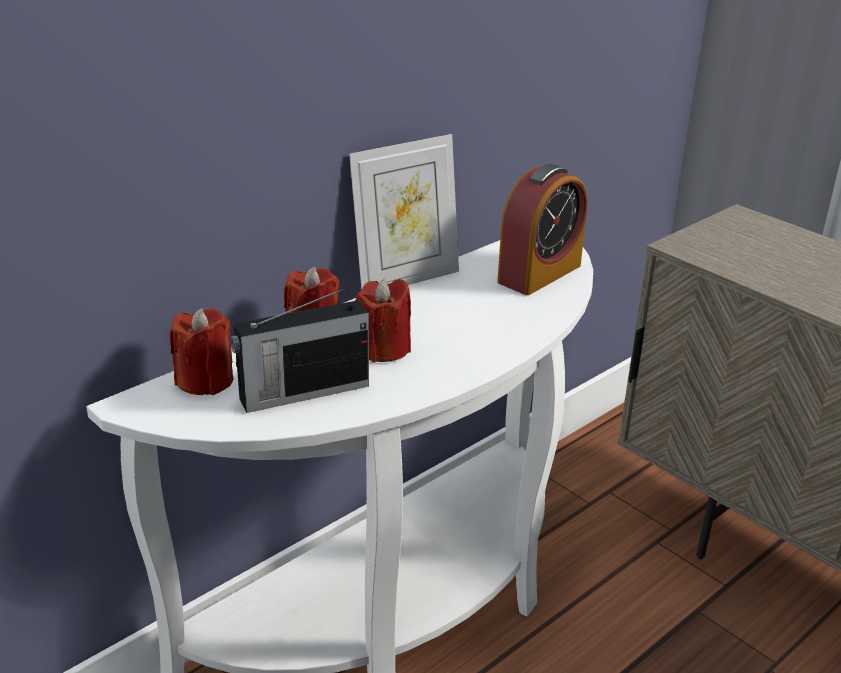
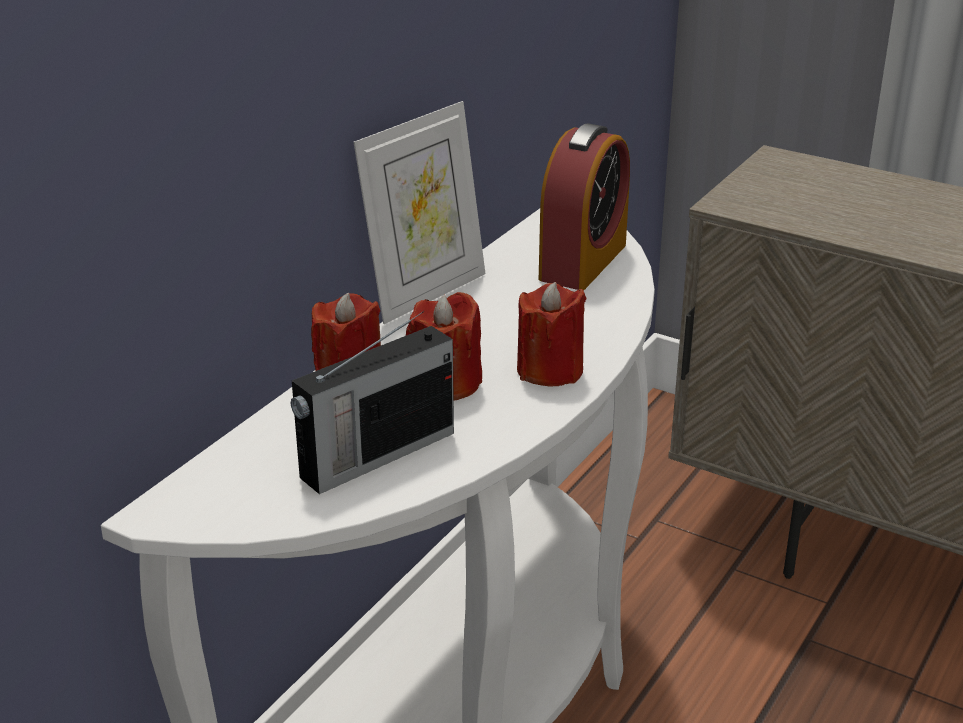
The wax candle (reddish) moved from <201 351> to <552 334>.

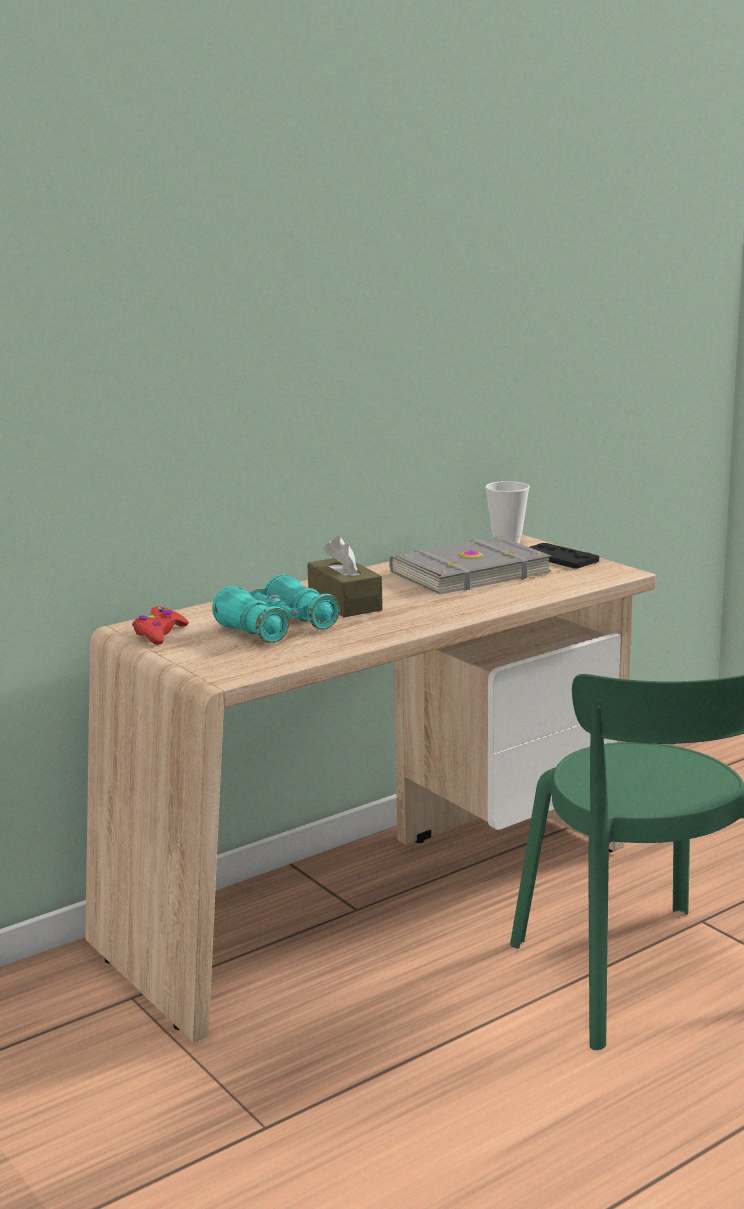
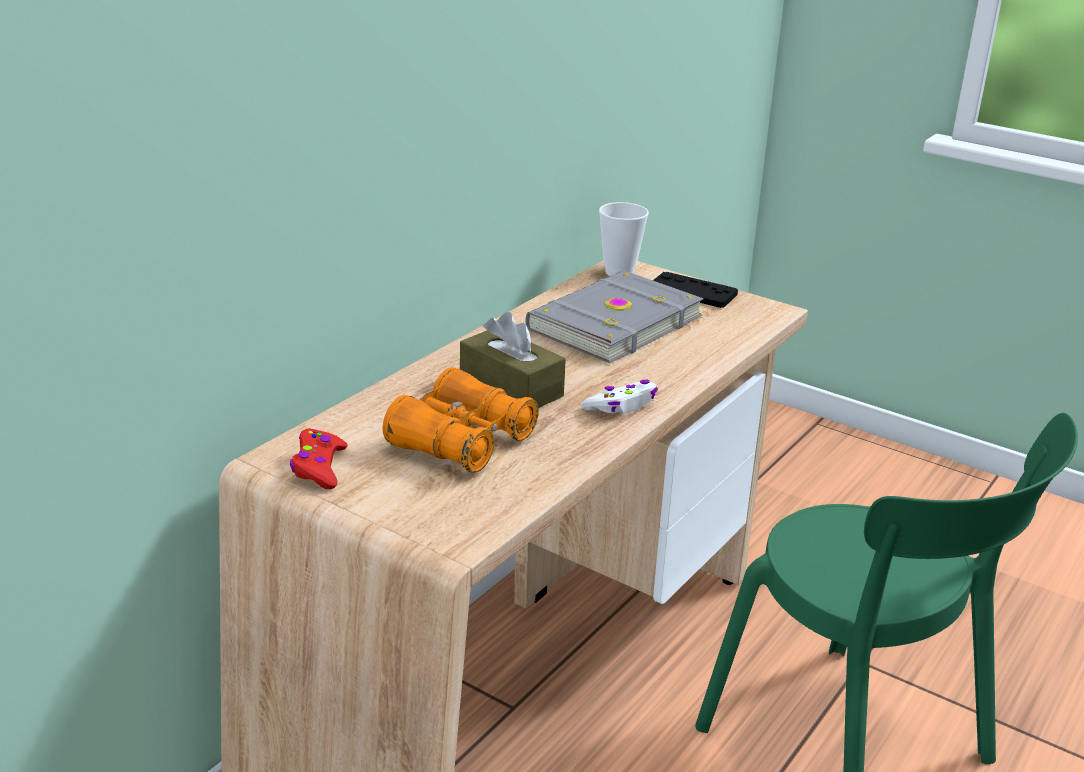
The pair of binoculars (turquoise) at <276 608> became the pair of binoculars (orange) at <461 420>.
The game controller (whitish) at <619 396> appeared.

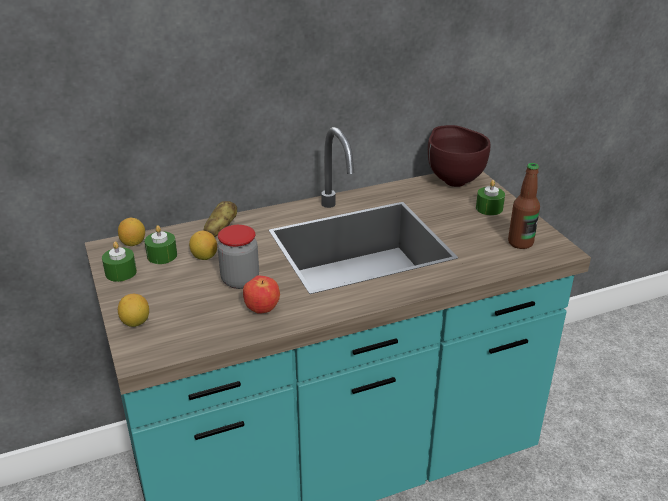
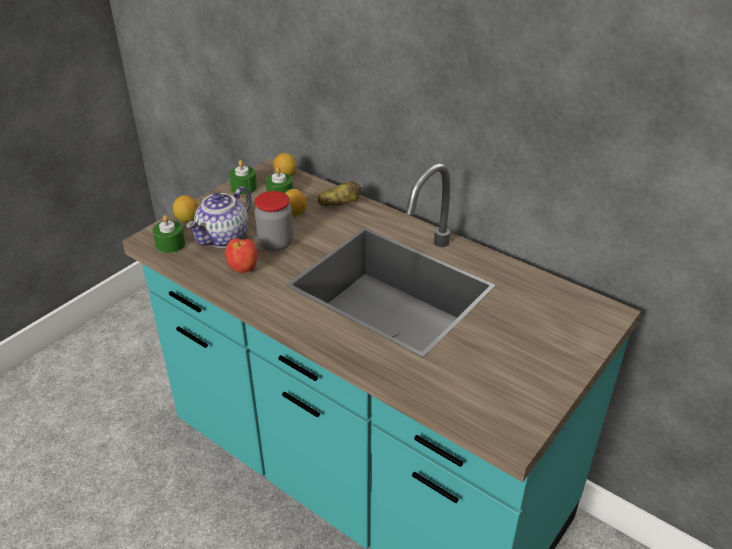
The deep dish (brown-coloured) at <459 156> disappeared.
The beverage bottle at <524 206> disappeared.
The wax candle (green) moved from <490 198> to <168 234>.
The teapot at <218 217> appeared.

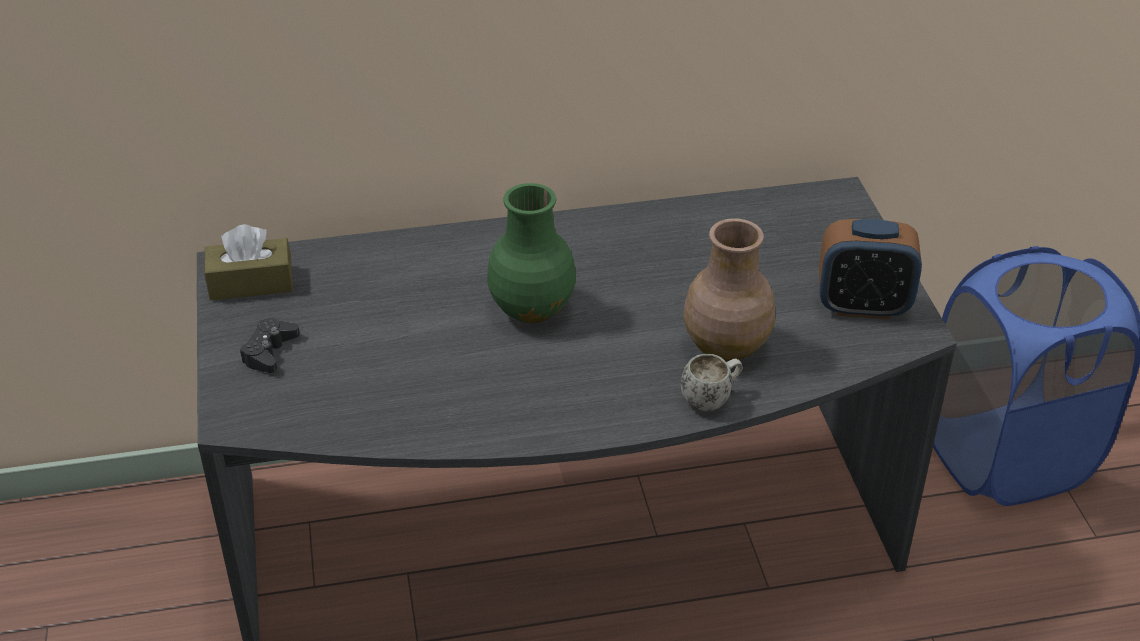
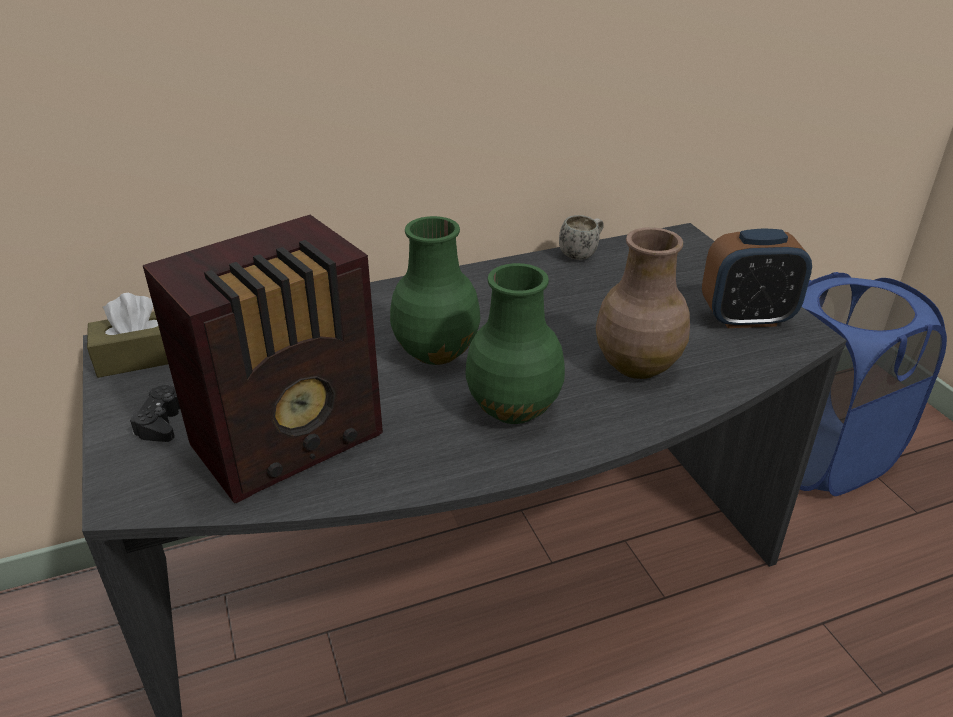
The coffee mug (whitish) moved from <712 382> to <581 237>.
The radio receiver at <263 359> appeared.
The flower vase (green) at <515 343> appeared.

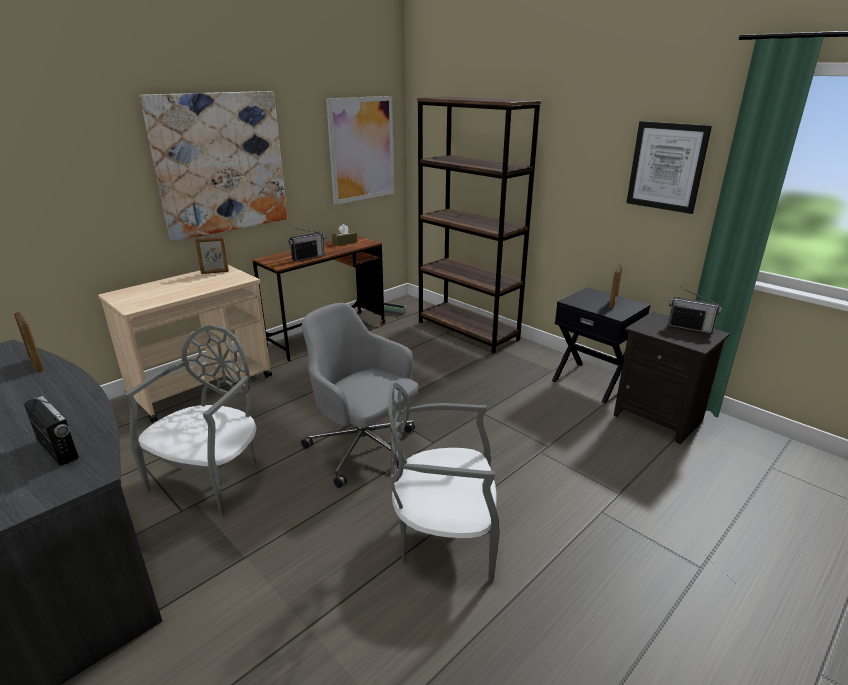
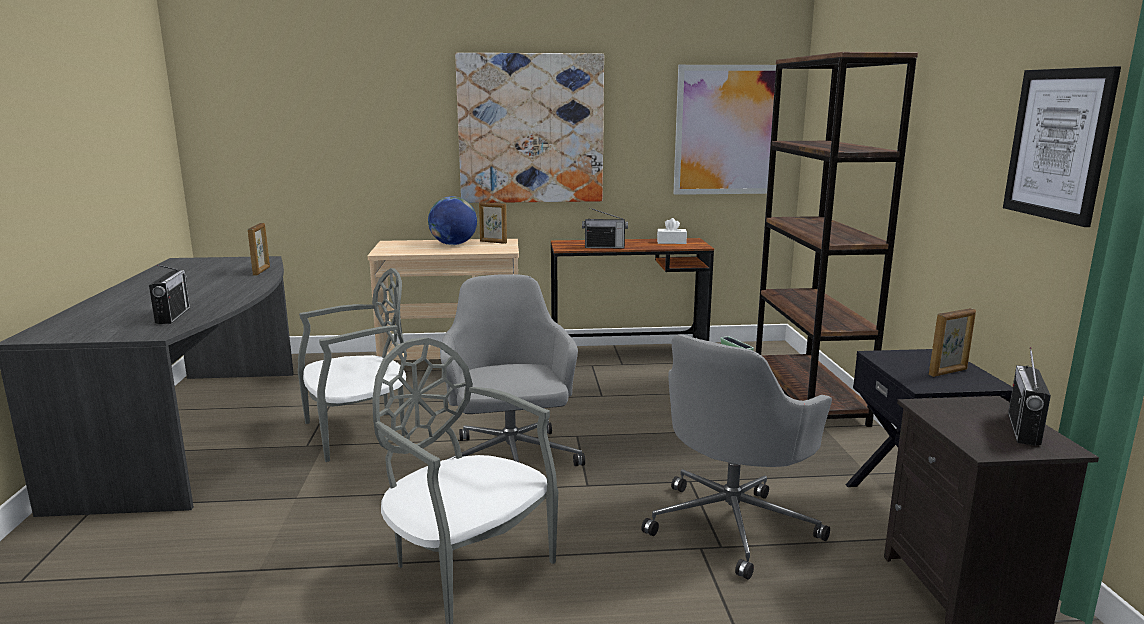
The tissue holder (brown-coloured) at <344 235> became the tissue holder (whitish) at <672 231>.
The radio receiver at <695 310> turned 45 degrees clockwise.
The desk globe at <452 220> appeared.
The office chair (grey) at <736 457> appeared.

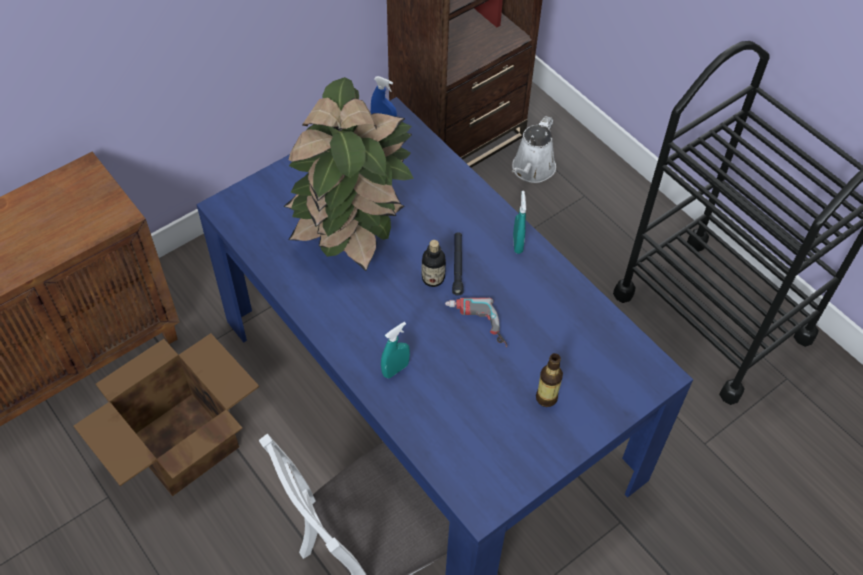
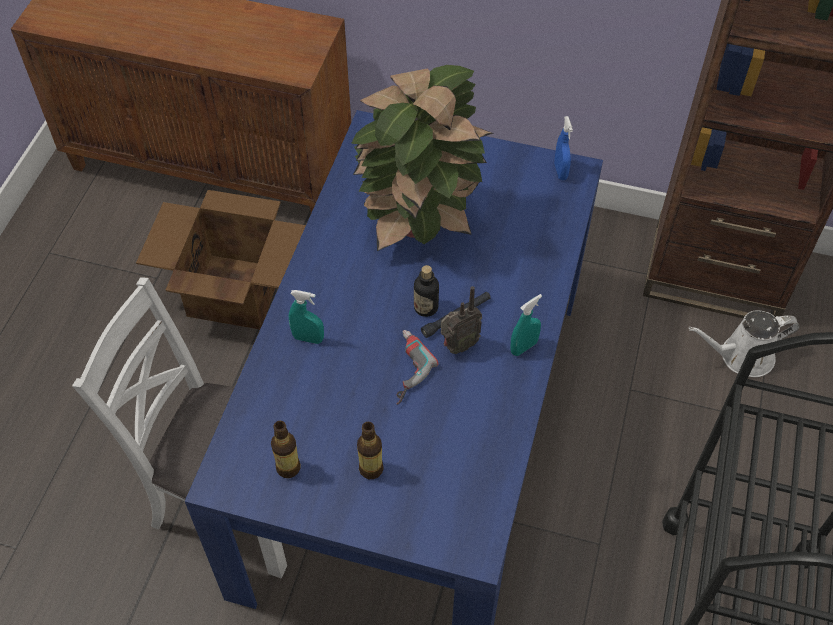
The radio receiver at <461 320> appeared.
The beverage bottle at <285 449> appeared.

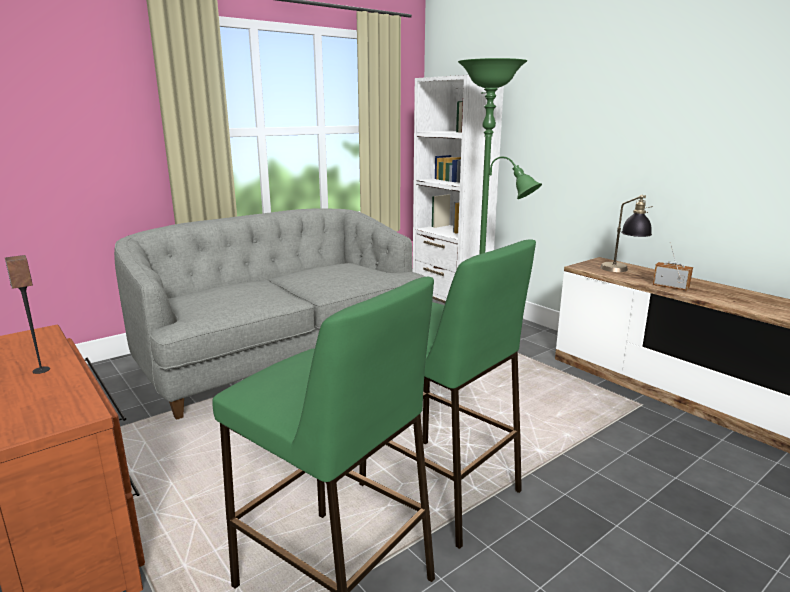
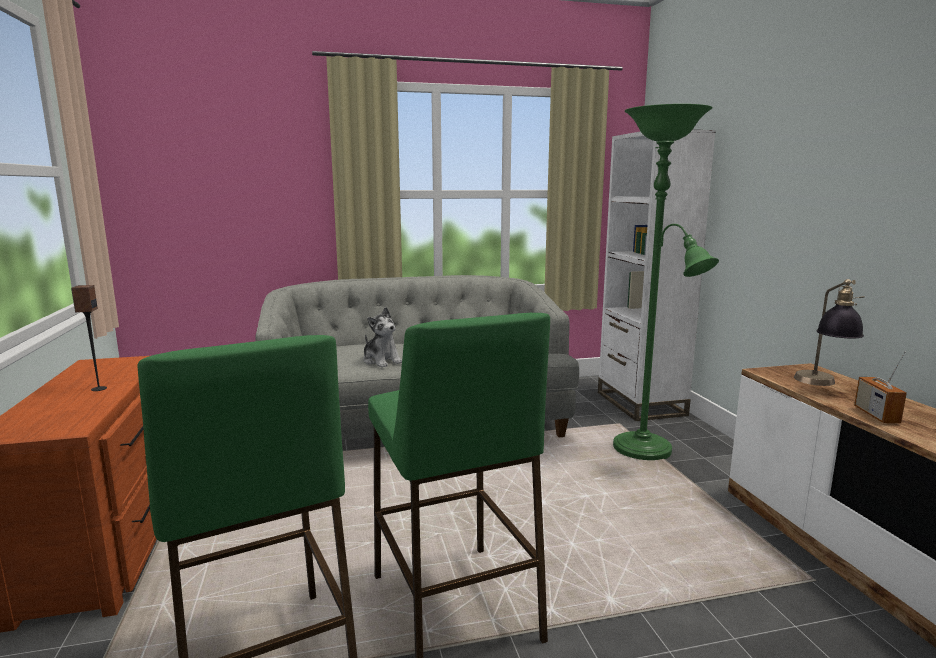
The radio receiver at <673 266> turned 150 degrees counterclockwise.
The cuddly toy at <382 337> appeared.

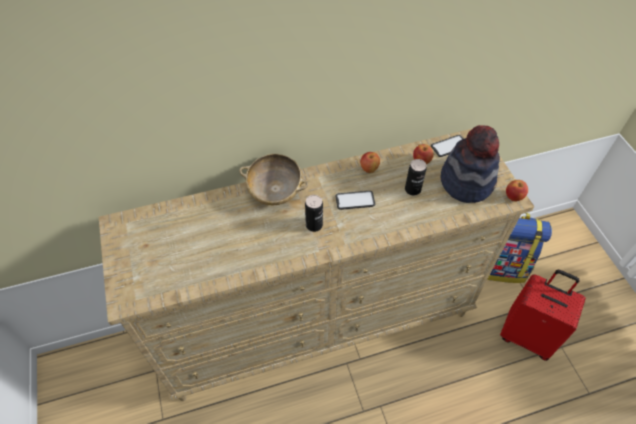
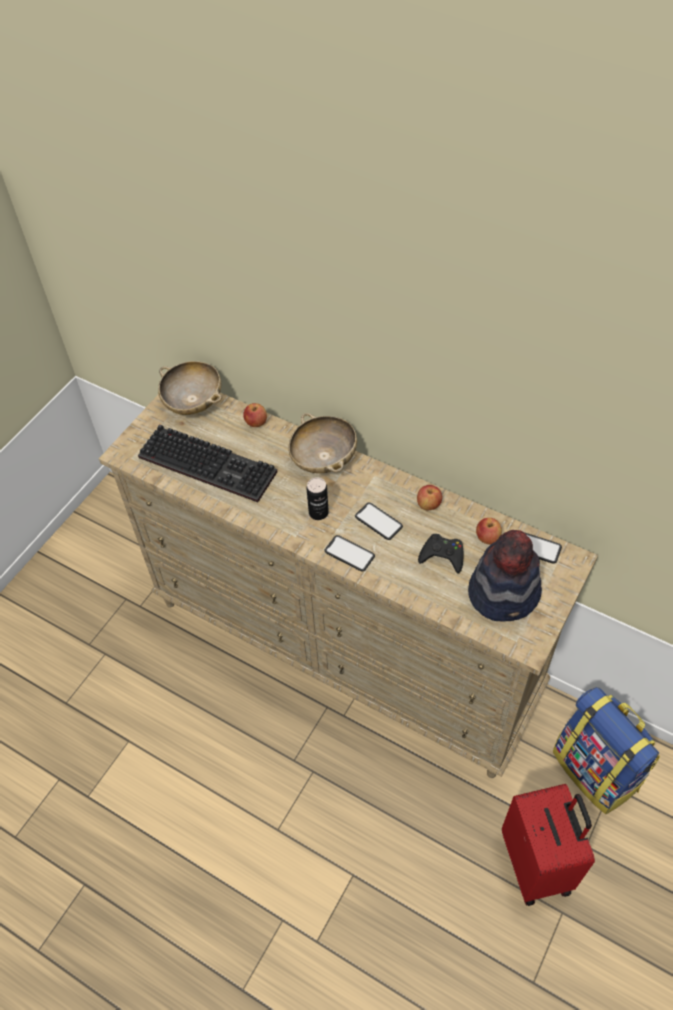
The sealed can at <416 177> was replaced by the game controller (black-coloured) at <441 554>.
The apple fruit moved from <517 190> to <255 415>.
The deep dish (beige) at <190 388> appeared.
The PC keyboard at <207 463> appeared.
The handset at <350 553> appeared.

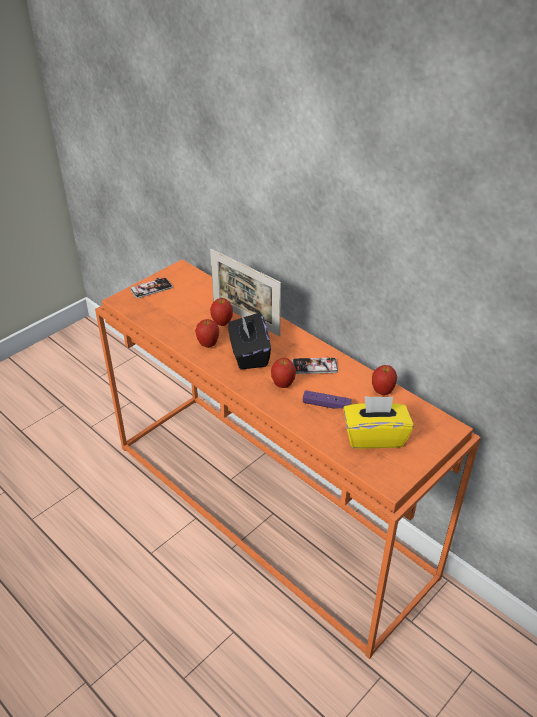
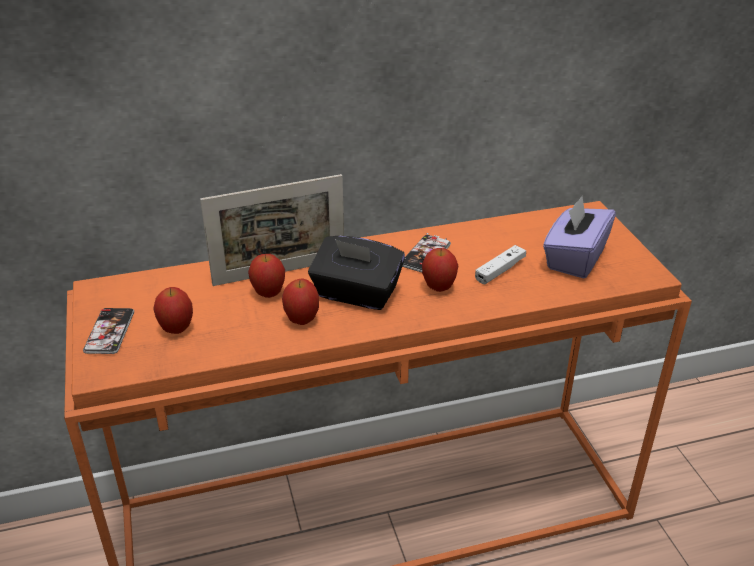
The apple fruit moved from <384 380> to <173 310>.
The game controller (purple-coloured) at <327 399> became the game controller (whitish) at <500 264>.
The tissue holder (yellow-coloured) at <378 422> became the tissue holder (purple-coloured) at <579 237>.

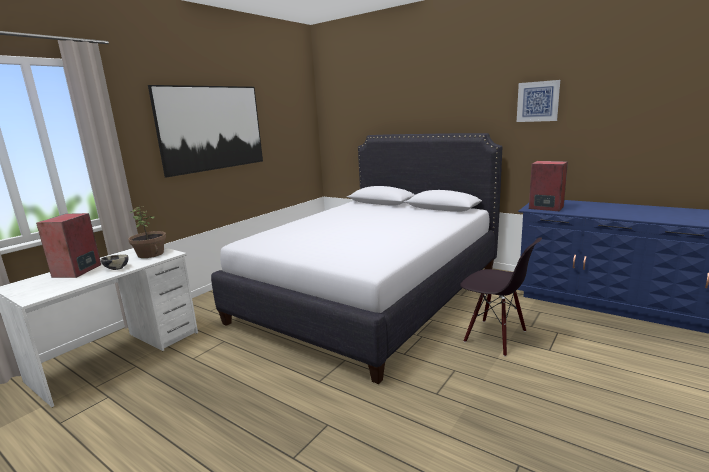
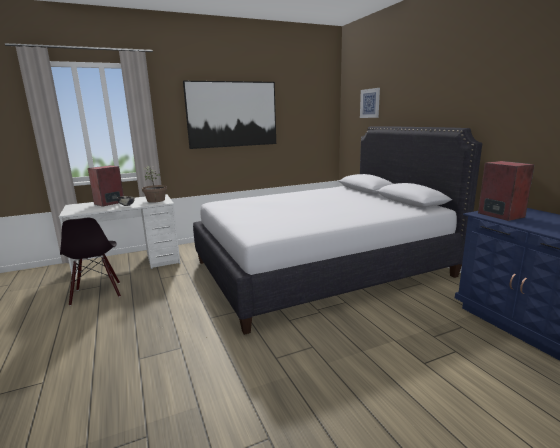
The wall picture moved from <538 101> to <370 103>.
The chair (black-coloured) moved from <501 296> to <90 262>.

